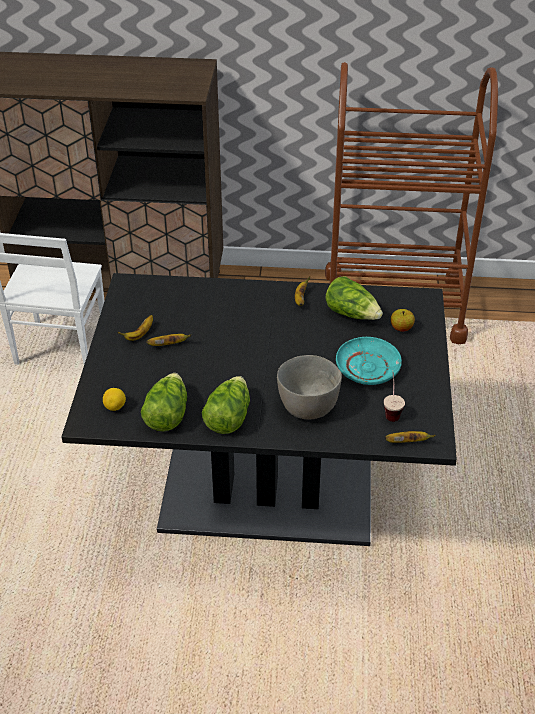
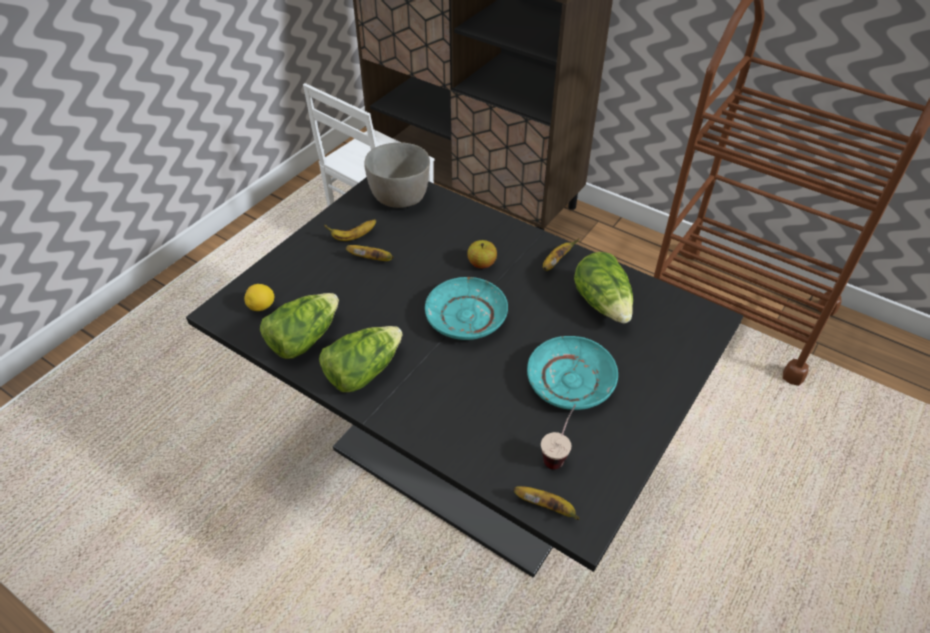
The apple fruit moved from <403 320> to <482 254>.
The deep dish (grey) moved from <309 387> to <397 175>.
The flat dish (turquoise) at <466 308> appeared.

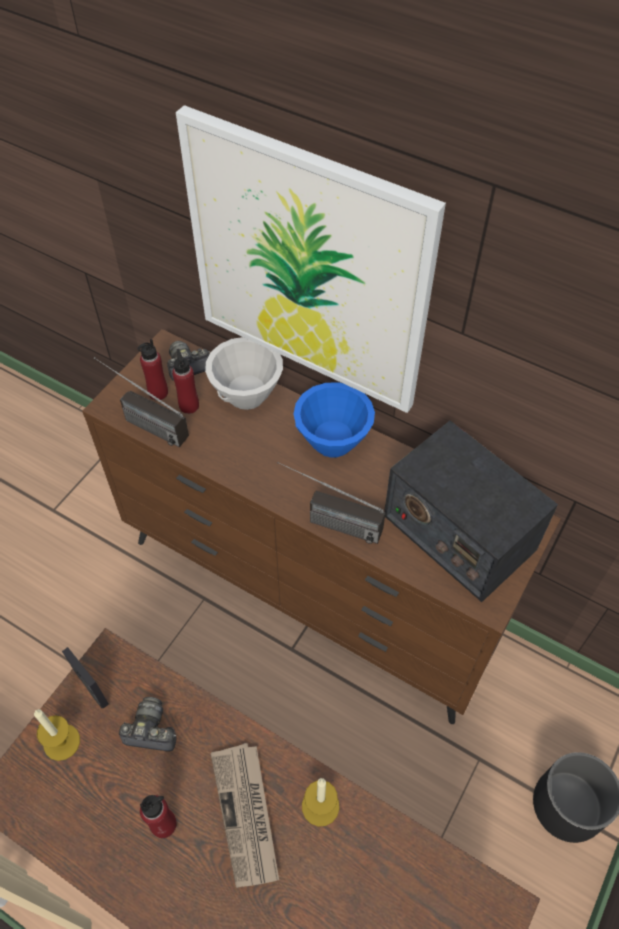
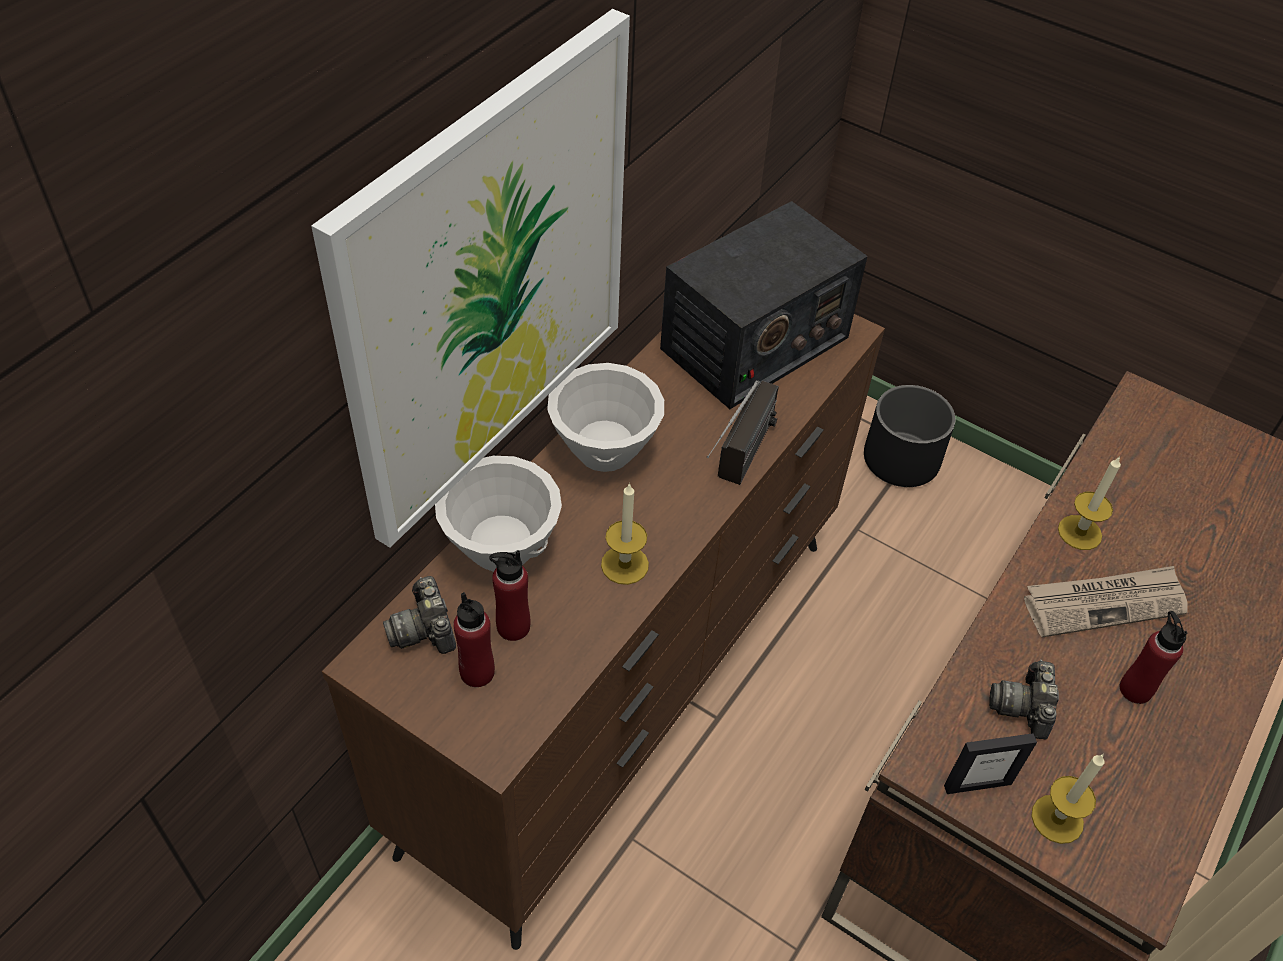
The radio receiver at <141 402> disappeared.
The deep dish (blue) at <334 420> became the deep dish (whitish) at <605 417>.
The picture frame at <85 678> turned 150 degrees counterclockwise.
The wax candle at <625 534> appeared.

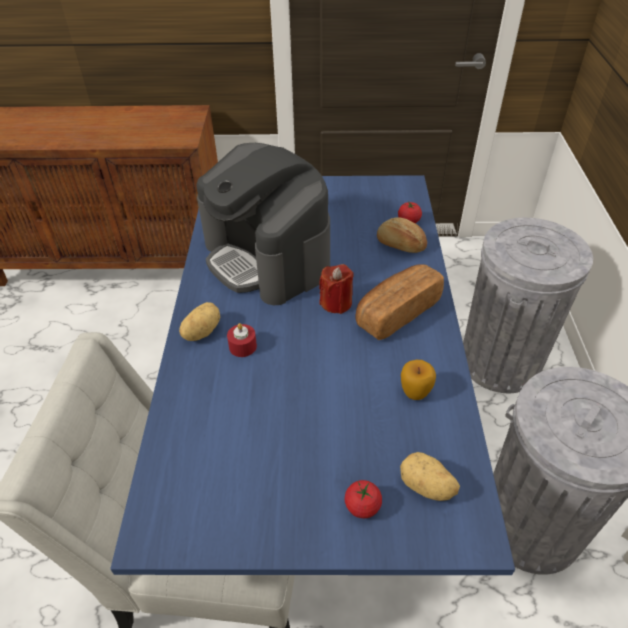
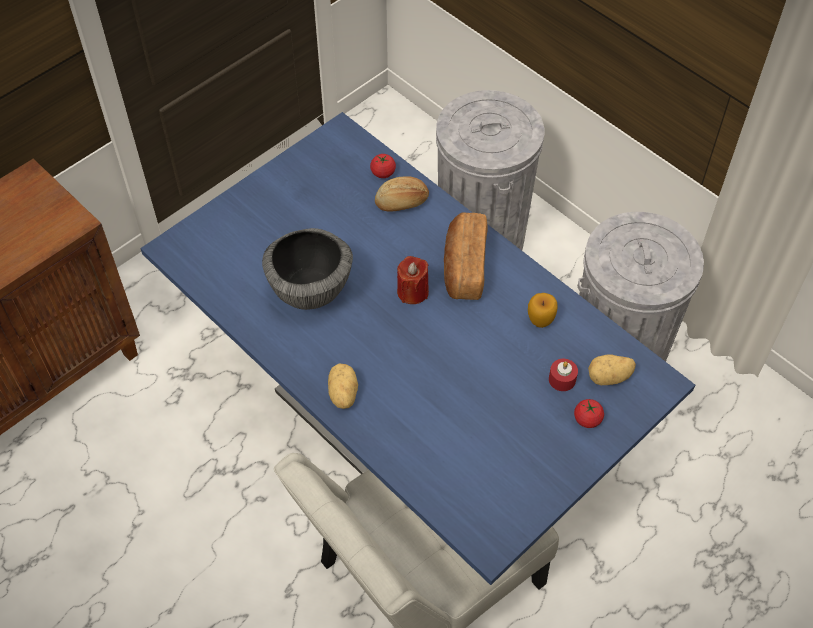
The coffee brewer at <263 224> was replaced by the deep dish at <307 269>.
The wax candle (reddish) moved from <242 340> to <563 375>.

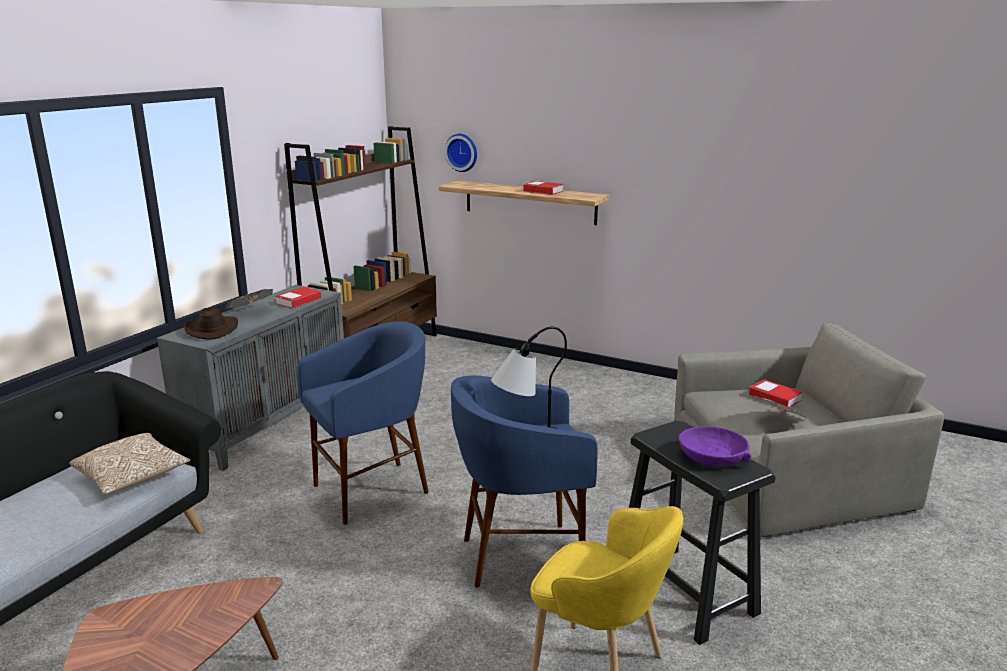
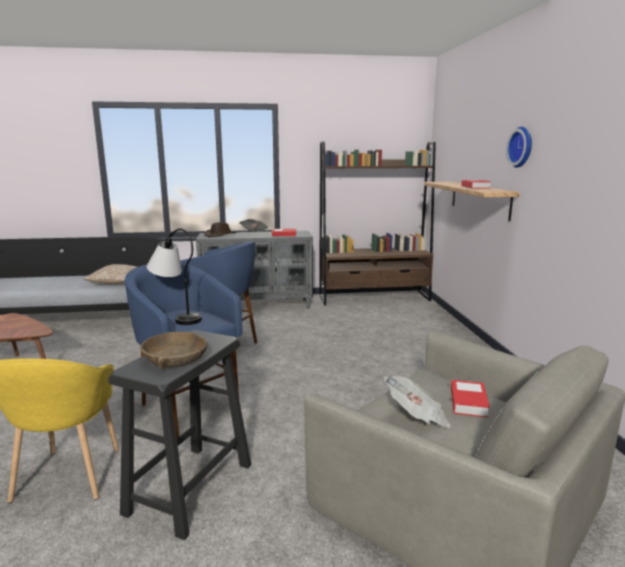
The wall clock moved from <460 153> to <519 147>.
The deep dish (purple-coloured) at <714 446> became the deep dish (brown-coloured) at <173 350>.

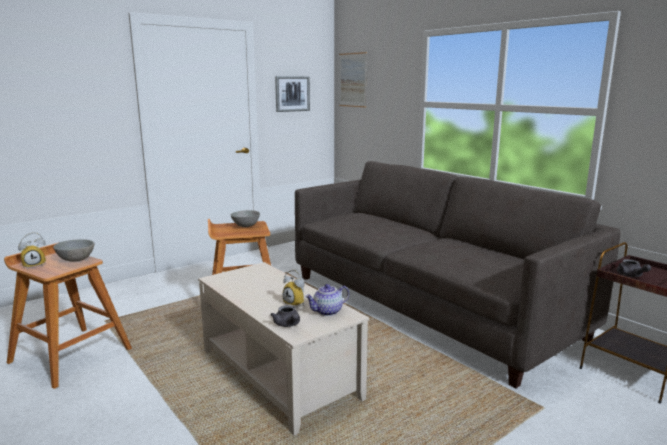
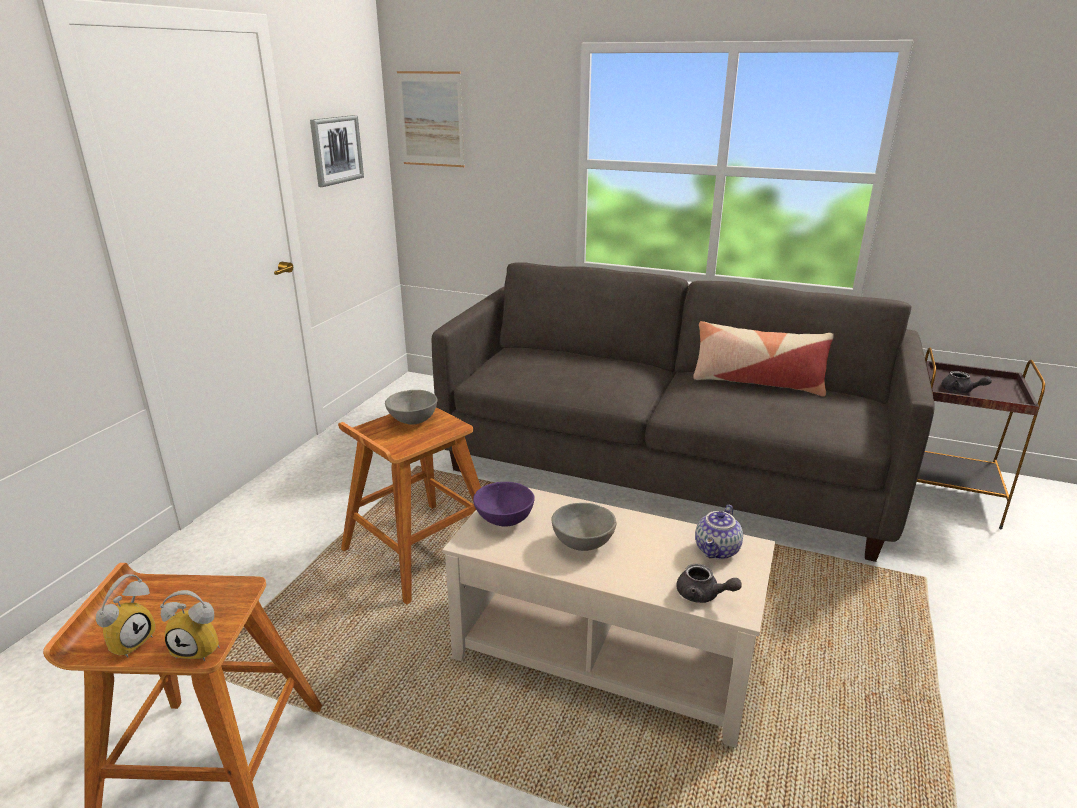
The deep dish (grey) moved from <74 250> to <584 527>.
The table clock moved from <293 288> to <190 625>.
The throw pillow at <763 359> appeared.
The deep dish (purple-coloured) at <504 504> appeared.

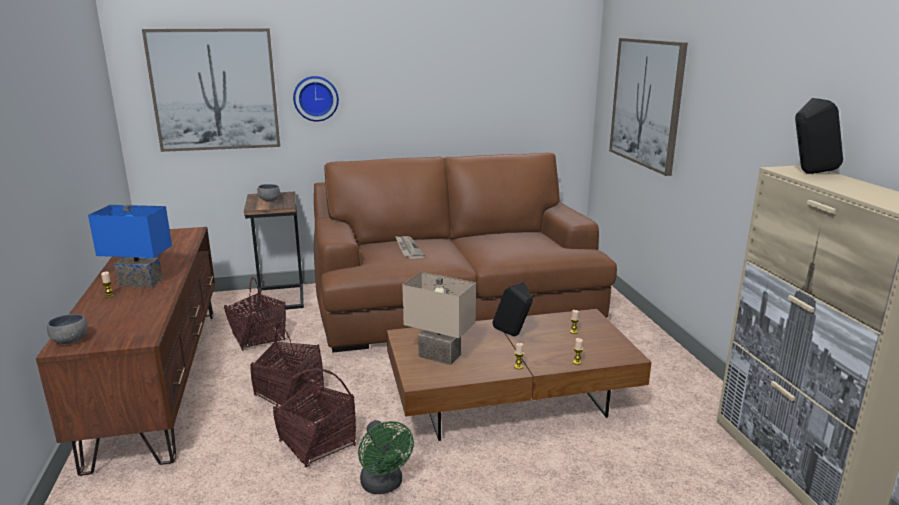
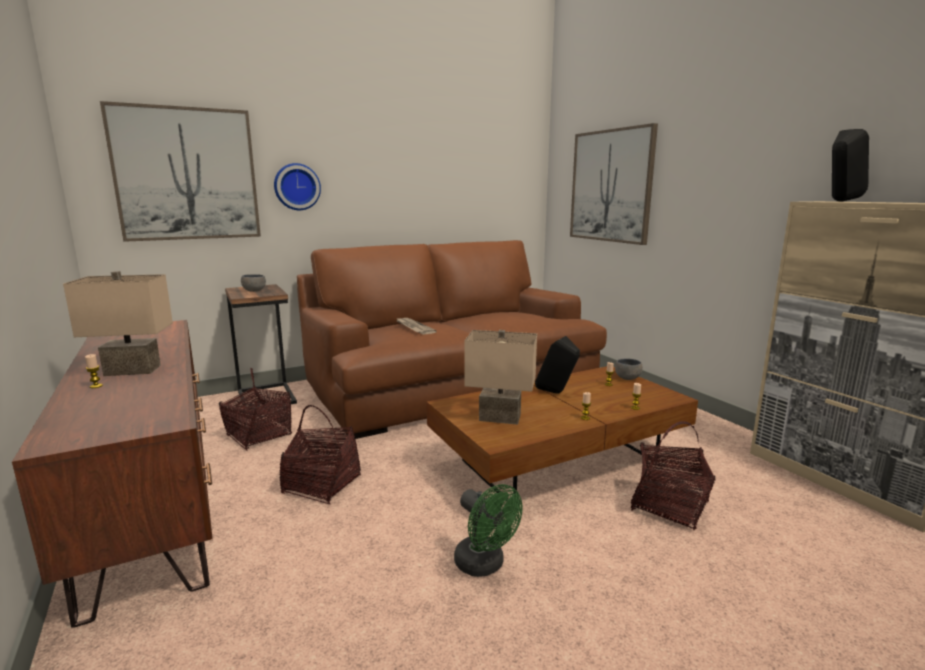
The lamp for a table (blue) at <130 246> became the lamp for a table (beige) at <118 323>.
The deep dish (grey) moved from <67 329> to <629 369>.
The household basket moved from <314 417> to <673 475>.

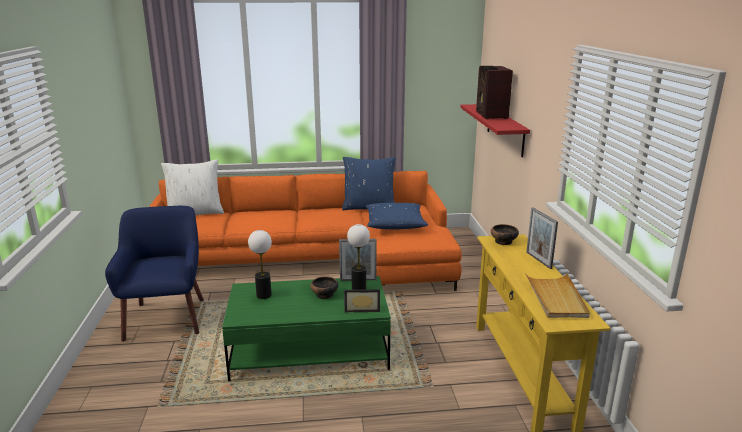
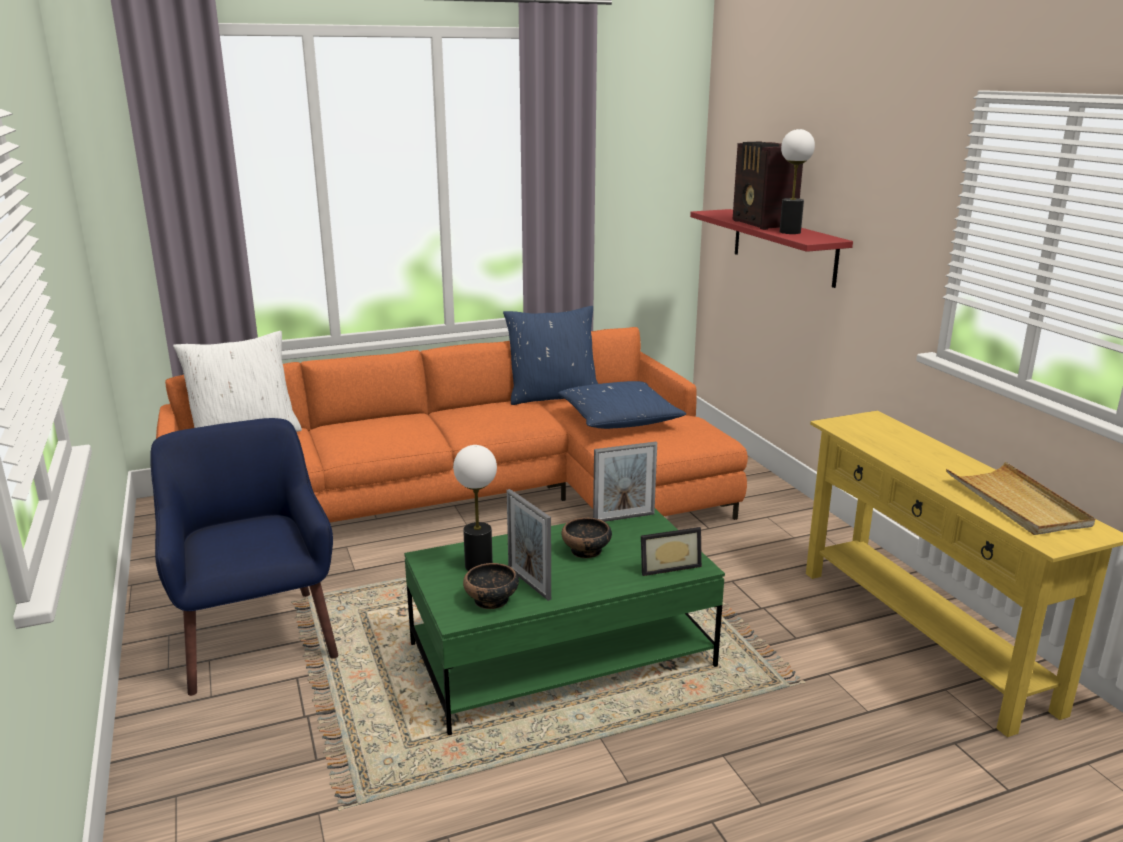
The picture frame moved from <542 238> to <529 545>.
The lamp for a table moved from <358 257> to <797 181>.
The deep dish moved from <505 234> to <491 586>.

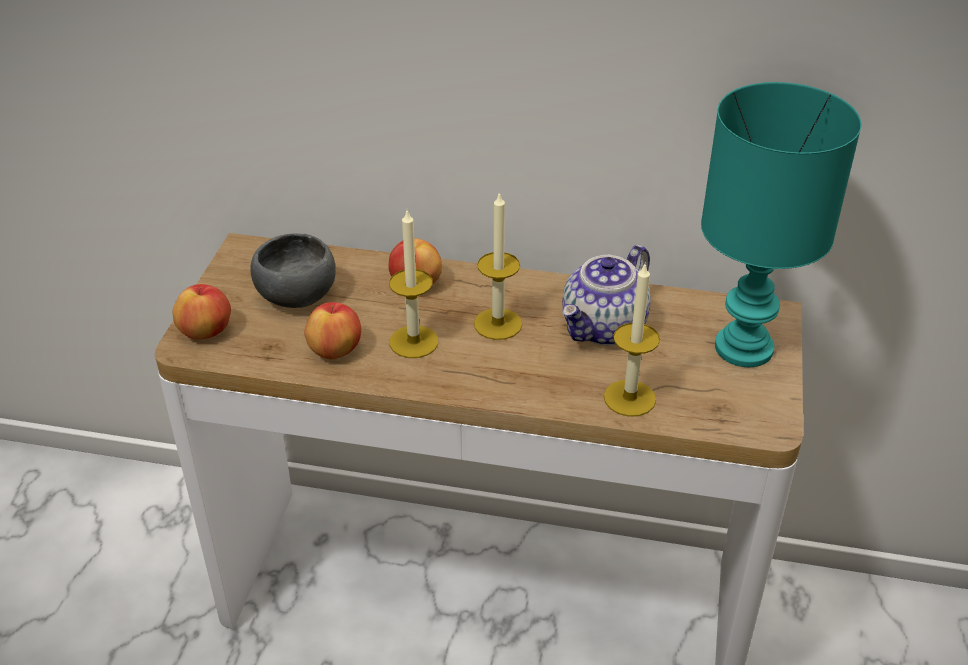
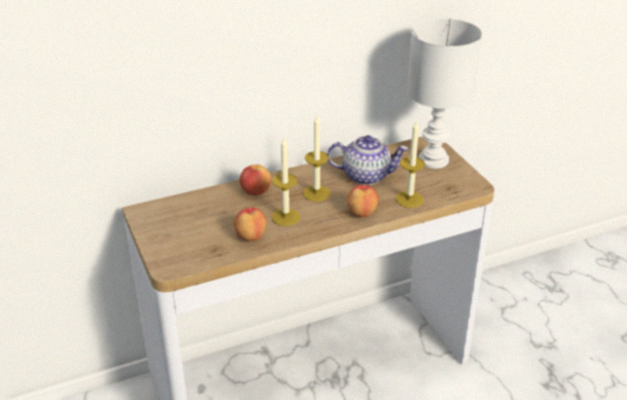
The lamp for a table (turquoise) at <781 224> became the lamp for a table (whitish) at <444 93>.
The deep dish (grey) at <293 270> disappeared.
The teapot at <606 295> turned 90 degrees counterclockwise.
The apple fruit moved from <202 312> to <363 201>.

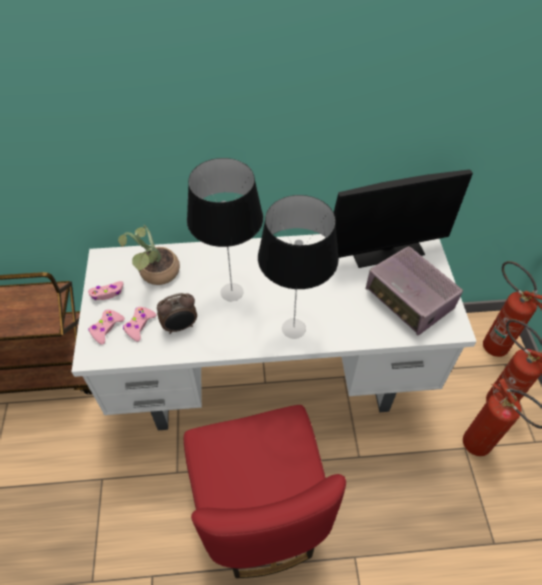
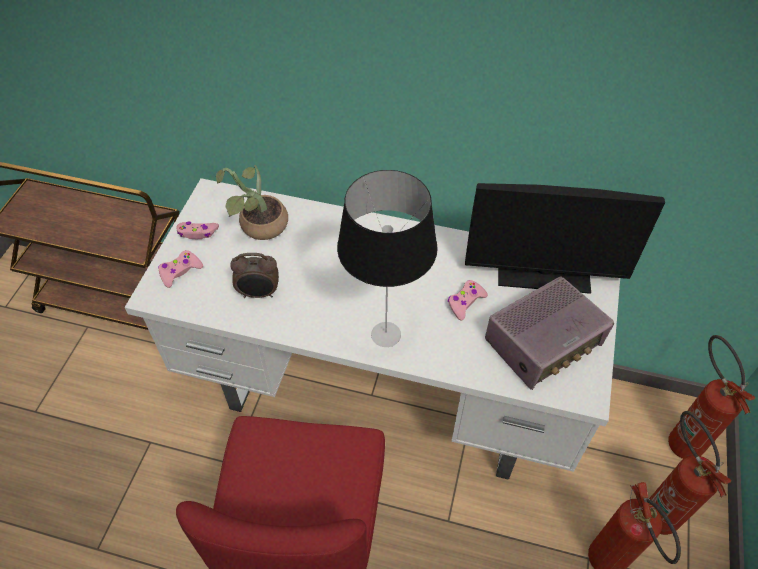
The lamp for a table at <225 229> disappeared.
The radio receiver at <414 291> turned 105 degrees counterclockwise.
The game controller (pink) moved from <139 324> to <468 300>.

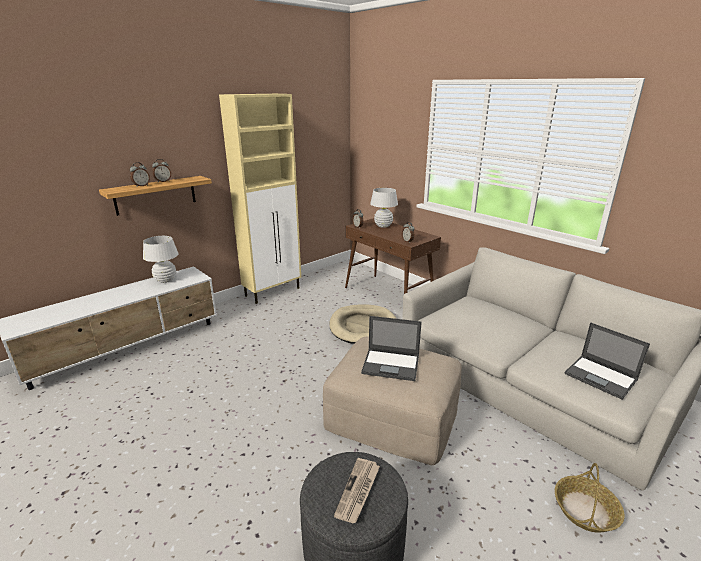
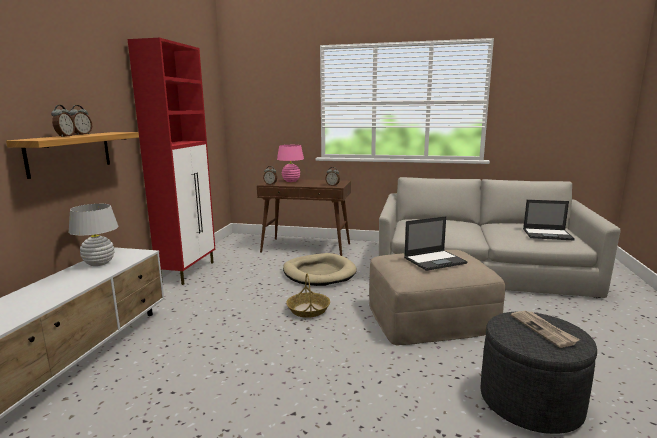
The cupboard (beige) at <260 199> became the cupboard (reddish) at <171 161>.
The lamp for a table (whitish) at <384 208> became the lamp for a table (pink) at <290 163>.
The household basket moved from <589 498> to <308 296>.

